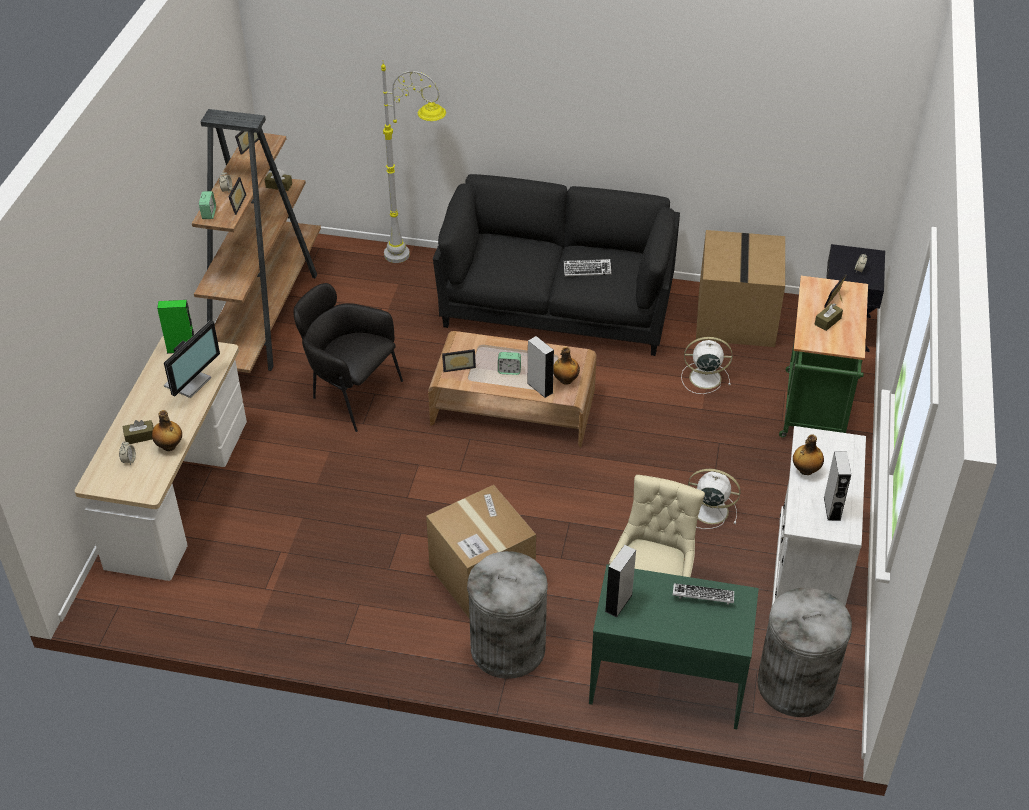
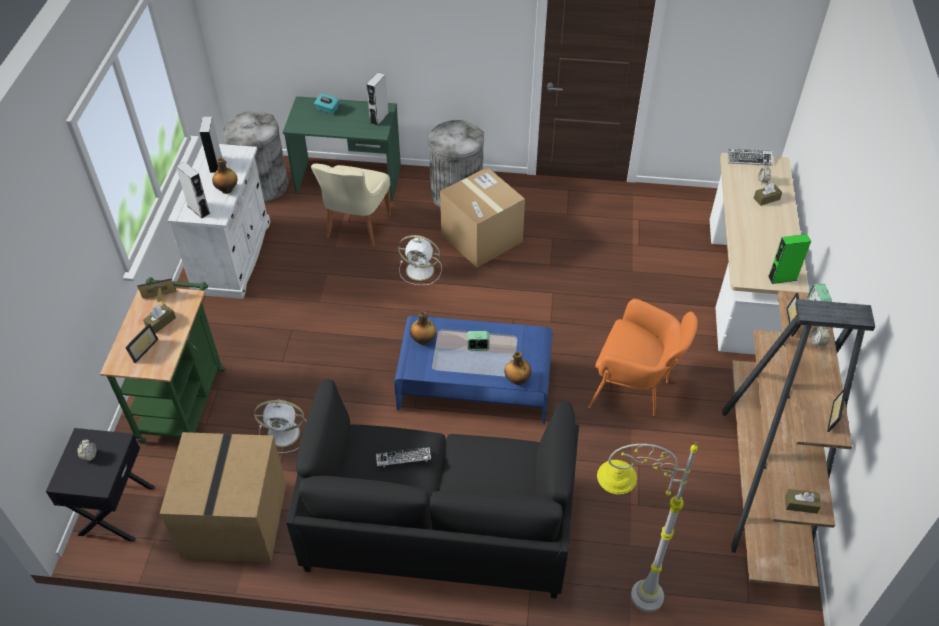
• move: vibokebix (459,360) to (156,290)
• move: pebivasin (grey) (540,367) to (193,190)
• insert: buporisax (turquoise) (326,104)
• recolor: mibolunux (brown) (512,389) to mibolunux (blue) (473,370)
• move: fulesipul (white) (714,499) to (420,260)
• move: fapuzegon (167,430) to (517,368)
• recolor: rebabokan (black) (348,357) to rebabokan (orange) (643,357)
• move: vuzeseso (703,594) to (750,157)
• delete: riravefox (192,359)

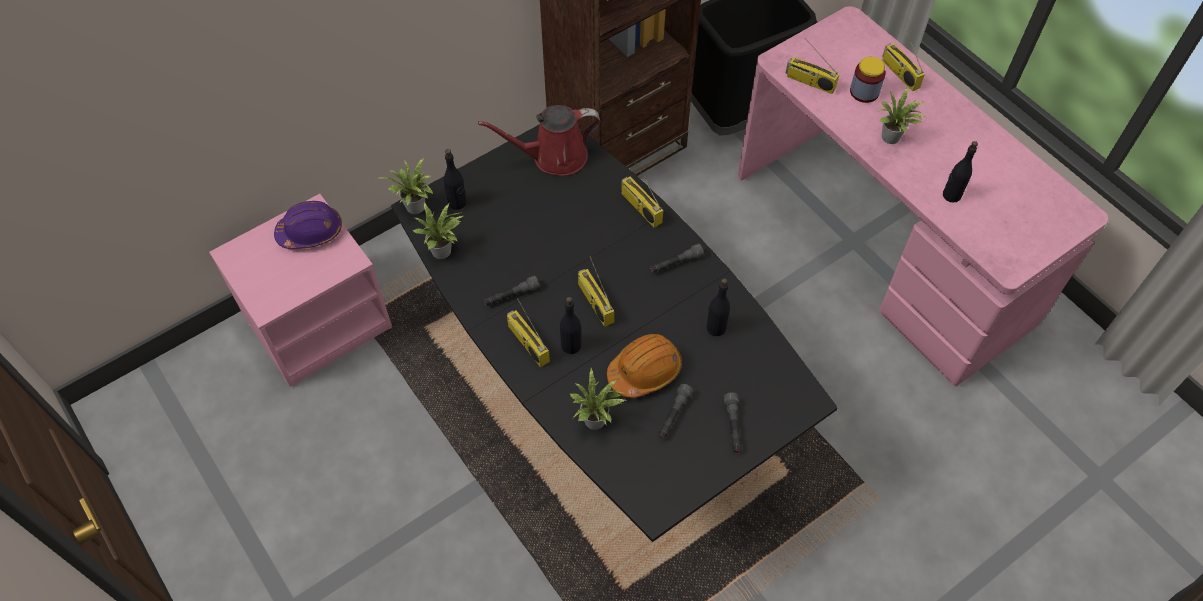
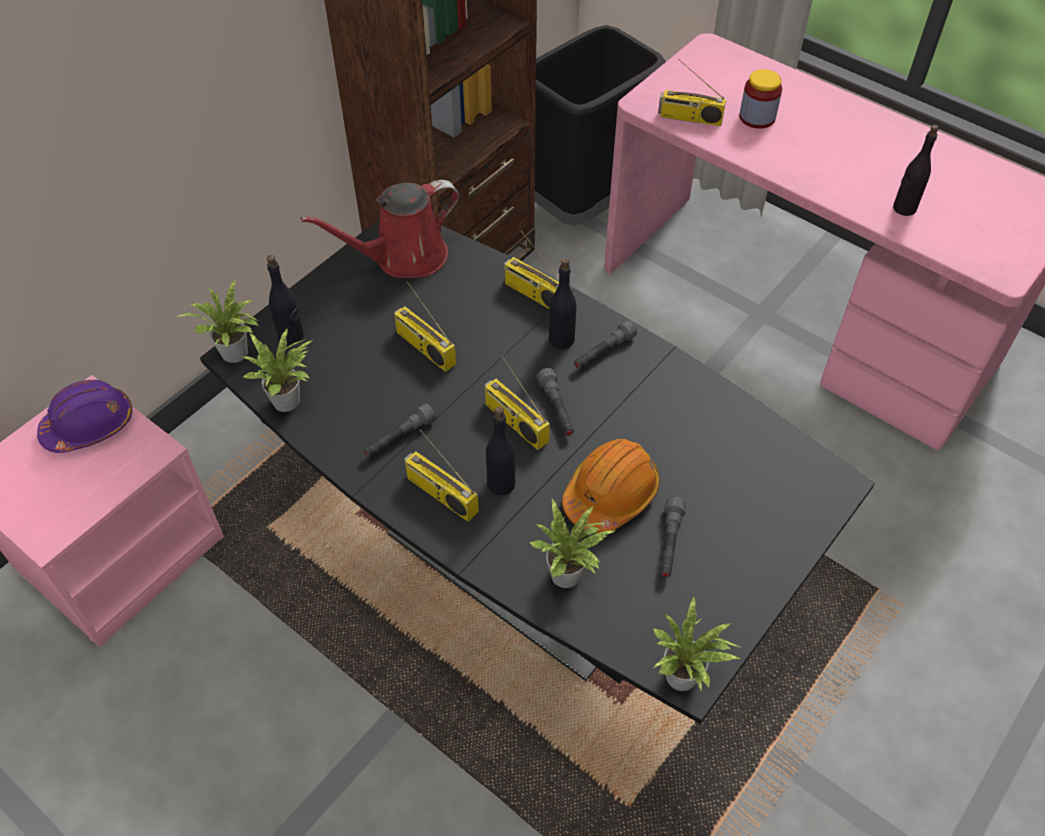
• move: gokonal (903,58) to (425,326)
• move: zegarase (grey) (732,422) to (555,402)
• move: fapuzegon (black) (718,307) to (562,303)
• move: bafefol (902,115) to (698,643)

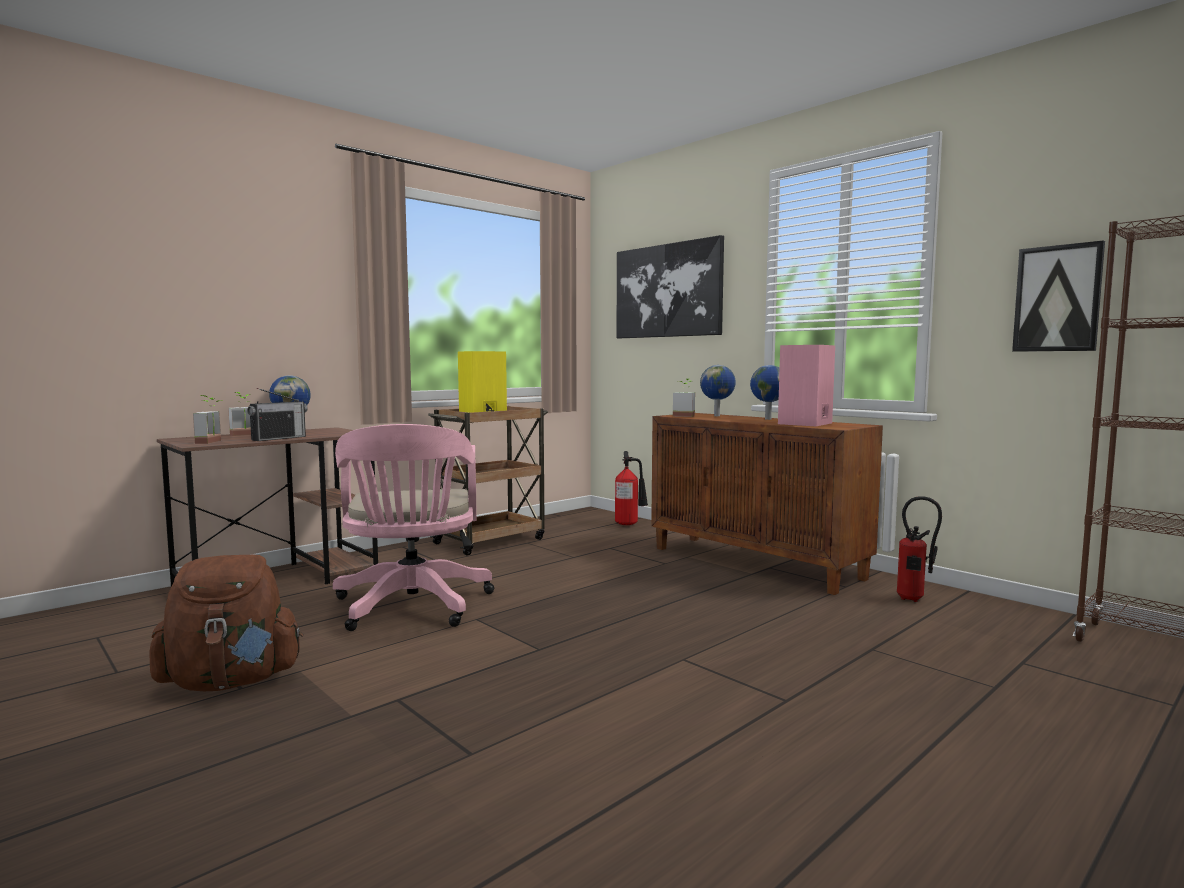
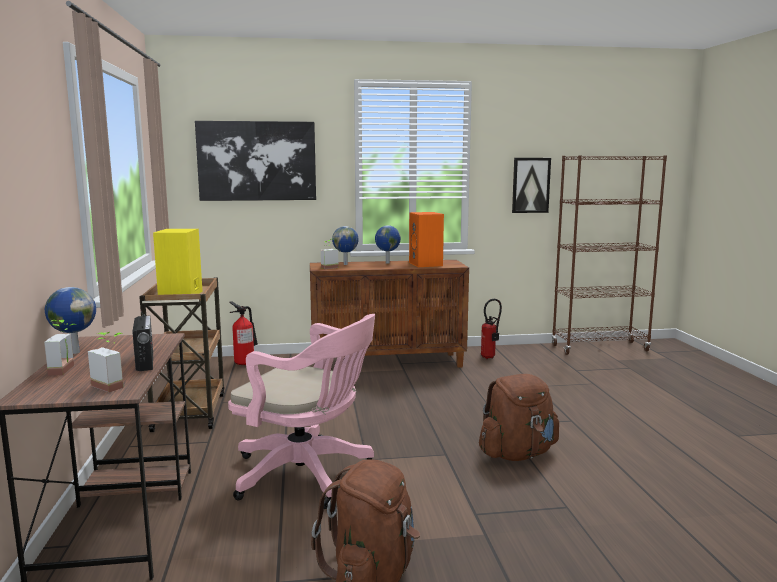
• recolor: pebivasin (pink) (806,385) to pebivasin (orange) (426,239)
• insert: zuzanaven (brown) (519,417)

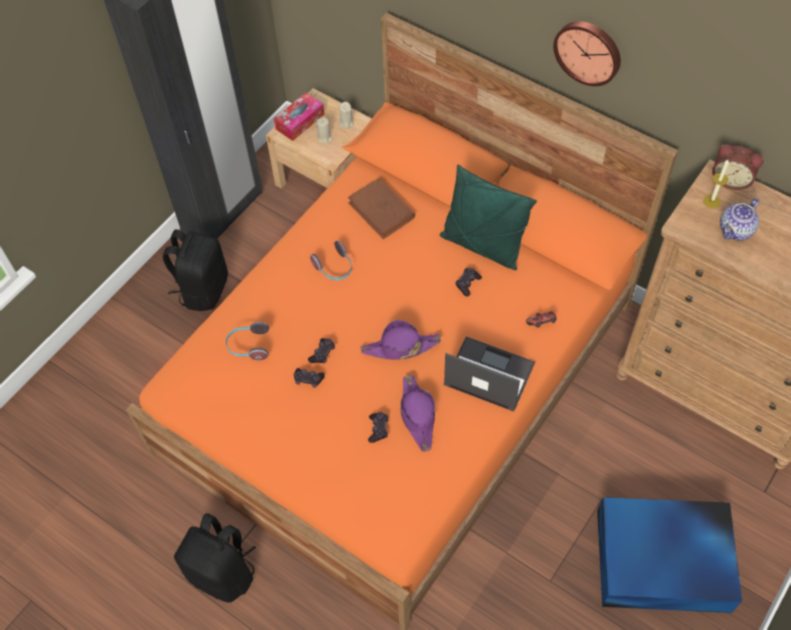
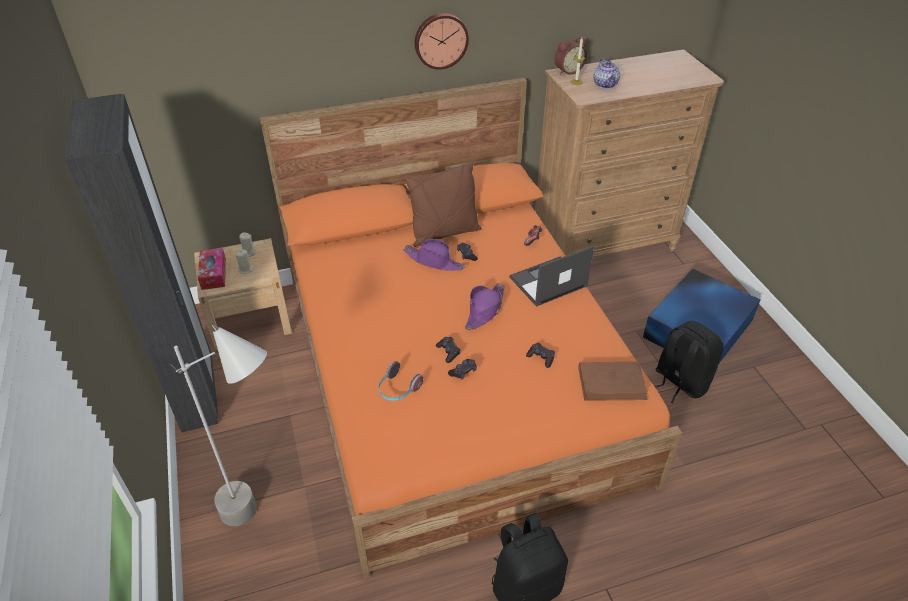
• insert: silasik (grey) (219,425)
• move: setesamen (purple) (418,413) to (434,255)
• recolor: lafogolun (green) (488,217) to lafogolun (brown) (442,204)
• move: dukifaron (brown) (381,208) to (613,381)
• move: zuzanaven (black) (195,270) to (689,362)
• delete: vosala (331,260)

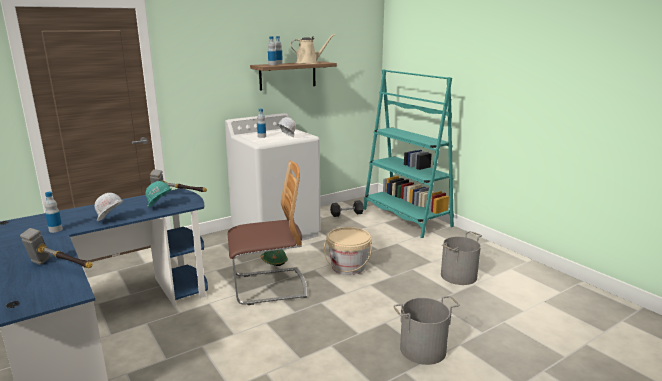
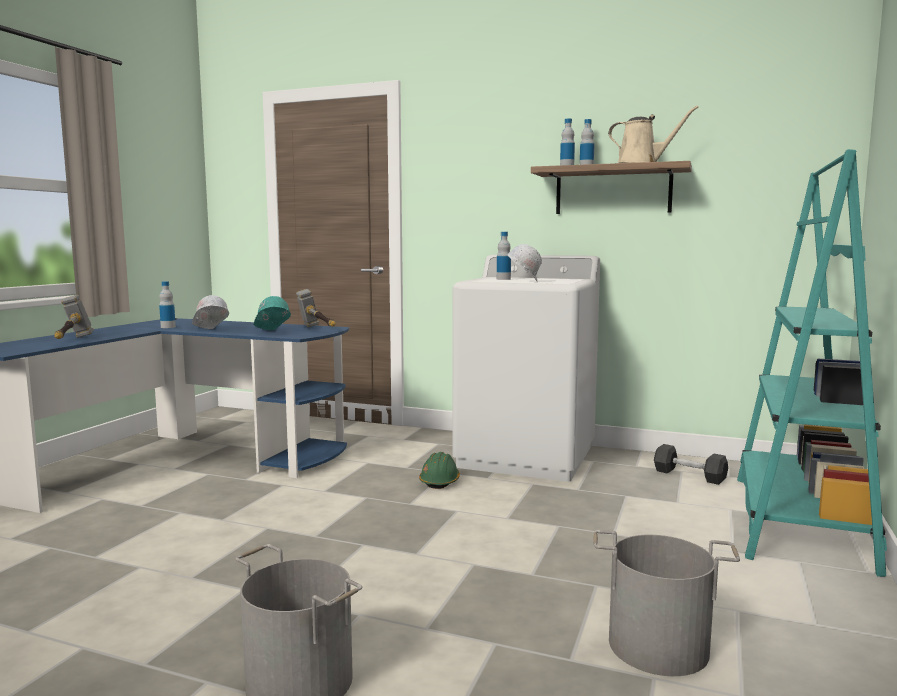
• delete: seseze (267,233)
• delete: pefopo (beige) (348,251)

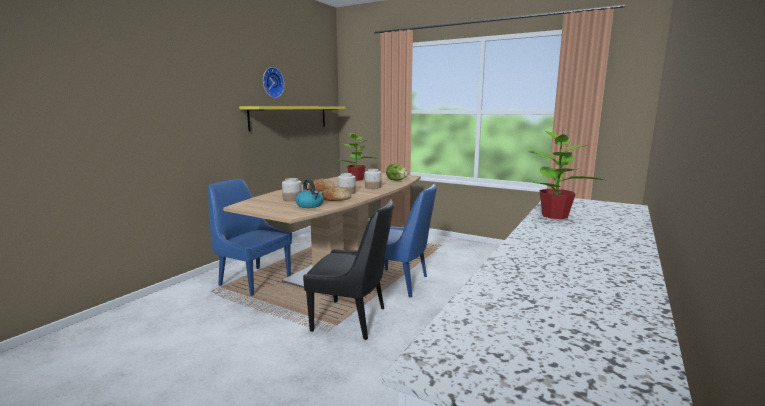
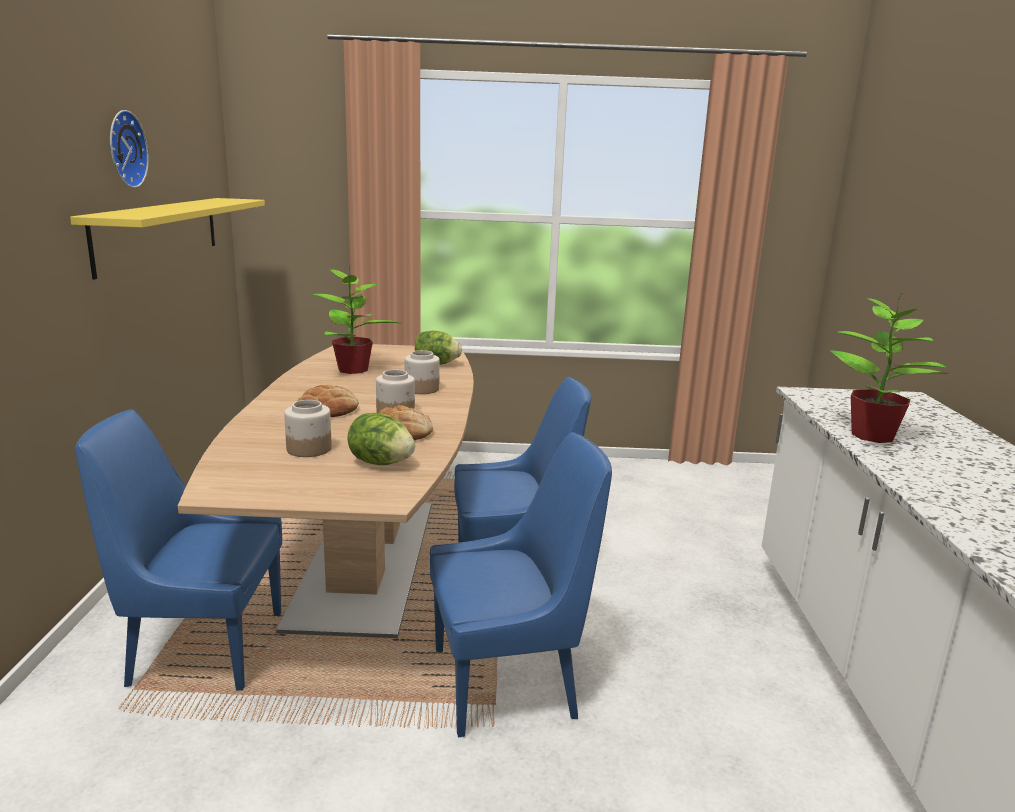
• replace: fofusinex (310,193) to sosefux (381,439)
• recolor: seseze (black) (348,269) to seseze (blue) (521,584)

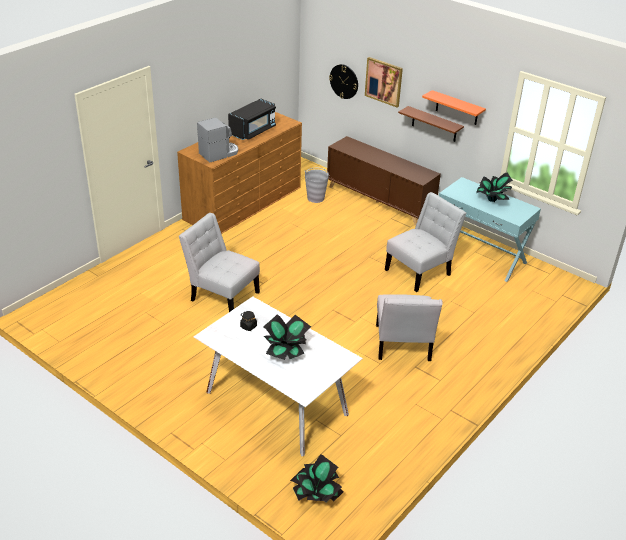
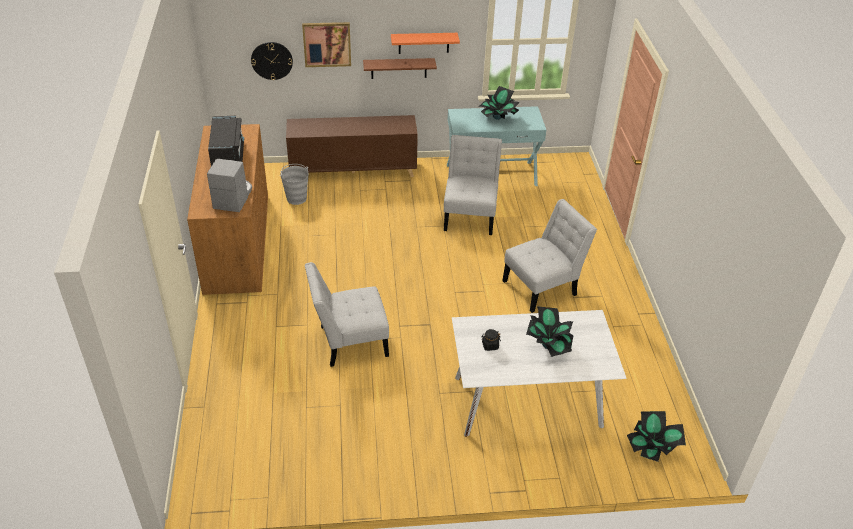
• rotate: seseze (white) (409,327) = (549,256) 75 degrees counterclockwise

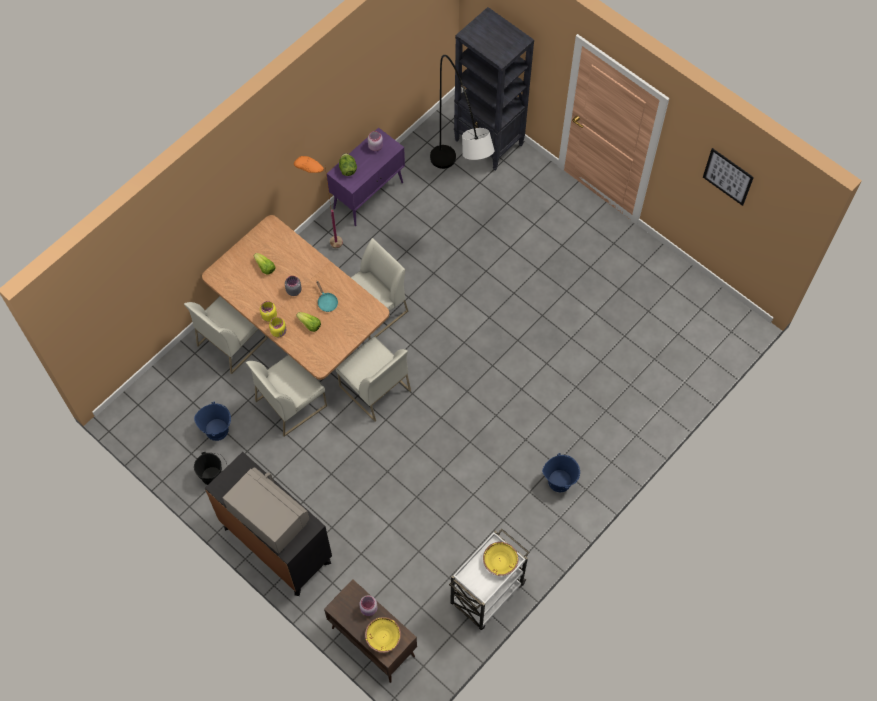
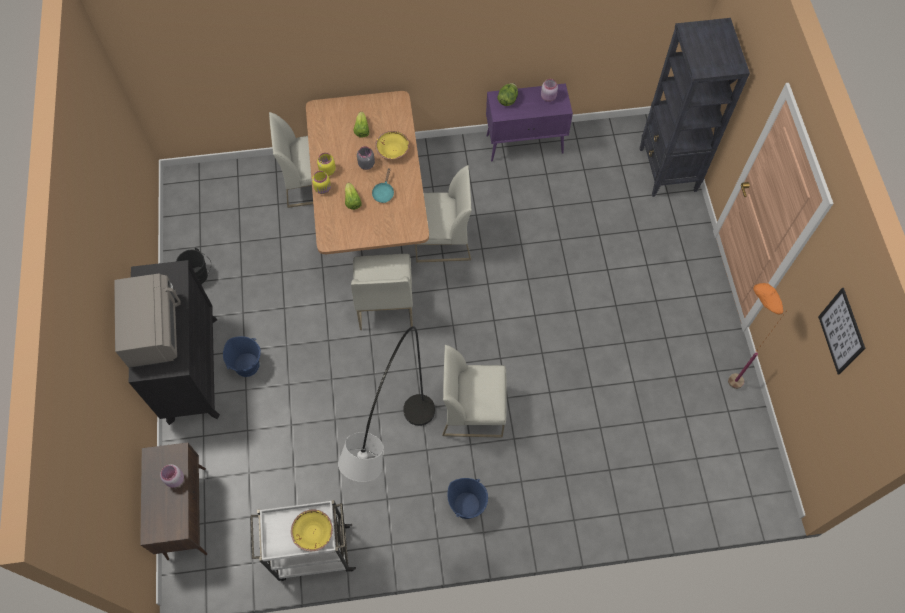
• move: pefopo (blue) (212,421) to (242,356)
• move: silasik (grey) (462,112) to (386,404)
• move: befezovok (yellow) (383,635) to (392,145)
• move: seseze (white) (286,396) to (474,391)
• move: silasik (orange) (318,202) to (757,336)

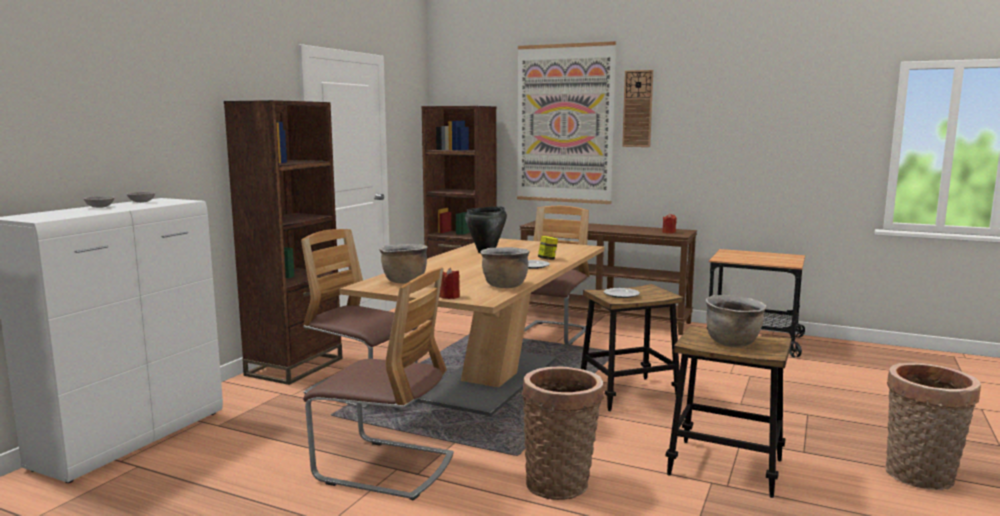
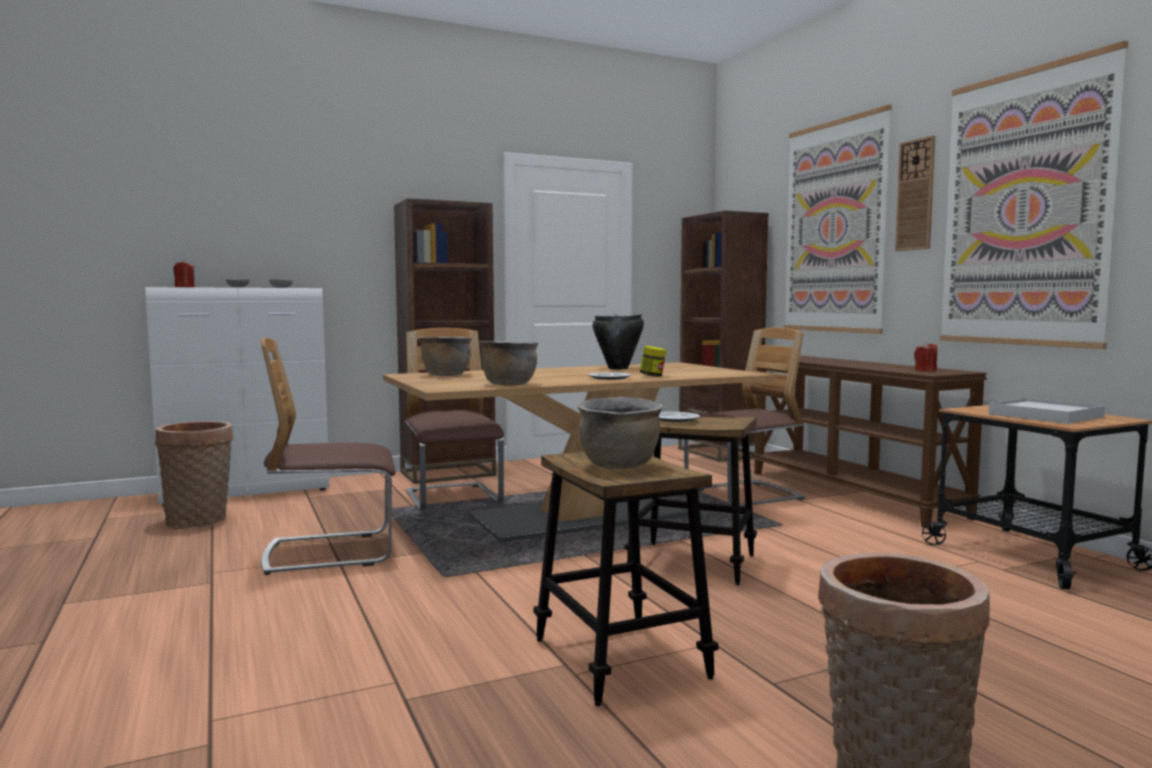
• move: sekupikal (563,433) to (194,475)
• move: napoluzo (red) (449,283) to (184,274)
• rotate: seseze (378,383) = (328,456) 105 degrees clockwise
• insert: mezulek (1034,195)
• insert: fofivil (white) (1047,411)

